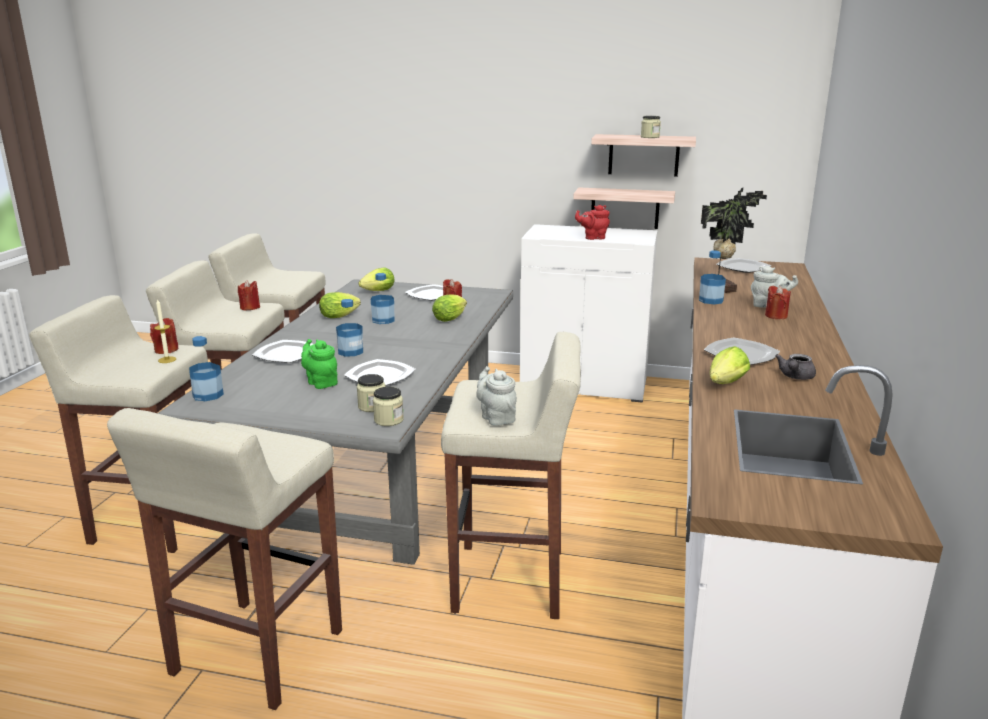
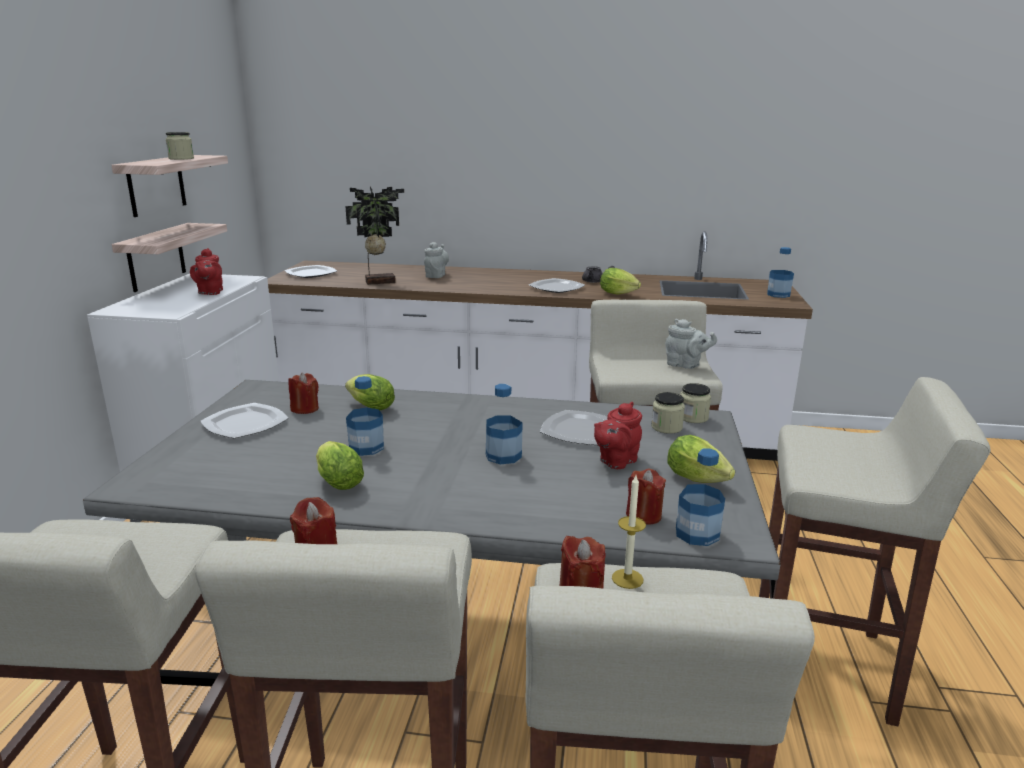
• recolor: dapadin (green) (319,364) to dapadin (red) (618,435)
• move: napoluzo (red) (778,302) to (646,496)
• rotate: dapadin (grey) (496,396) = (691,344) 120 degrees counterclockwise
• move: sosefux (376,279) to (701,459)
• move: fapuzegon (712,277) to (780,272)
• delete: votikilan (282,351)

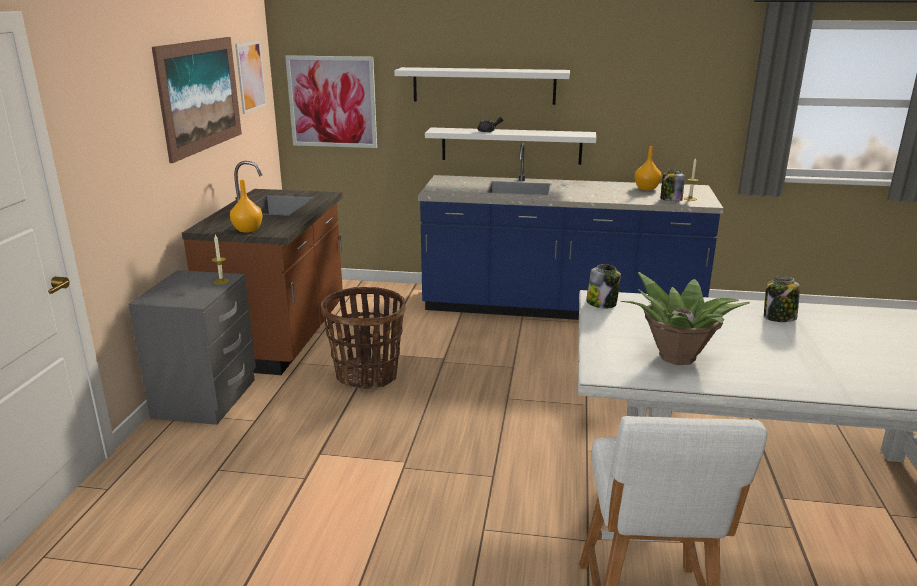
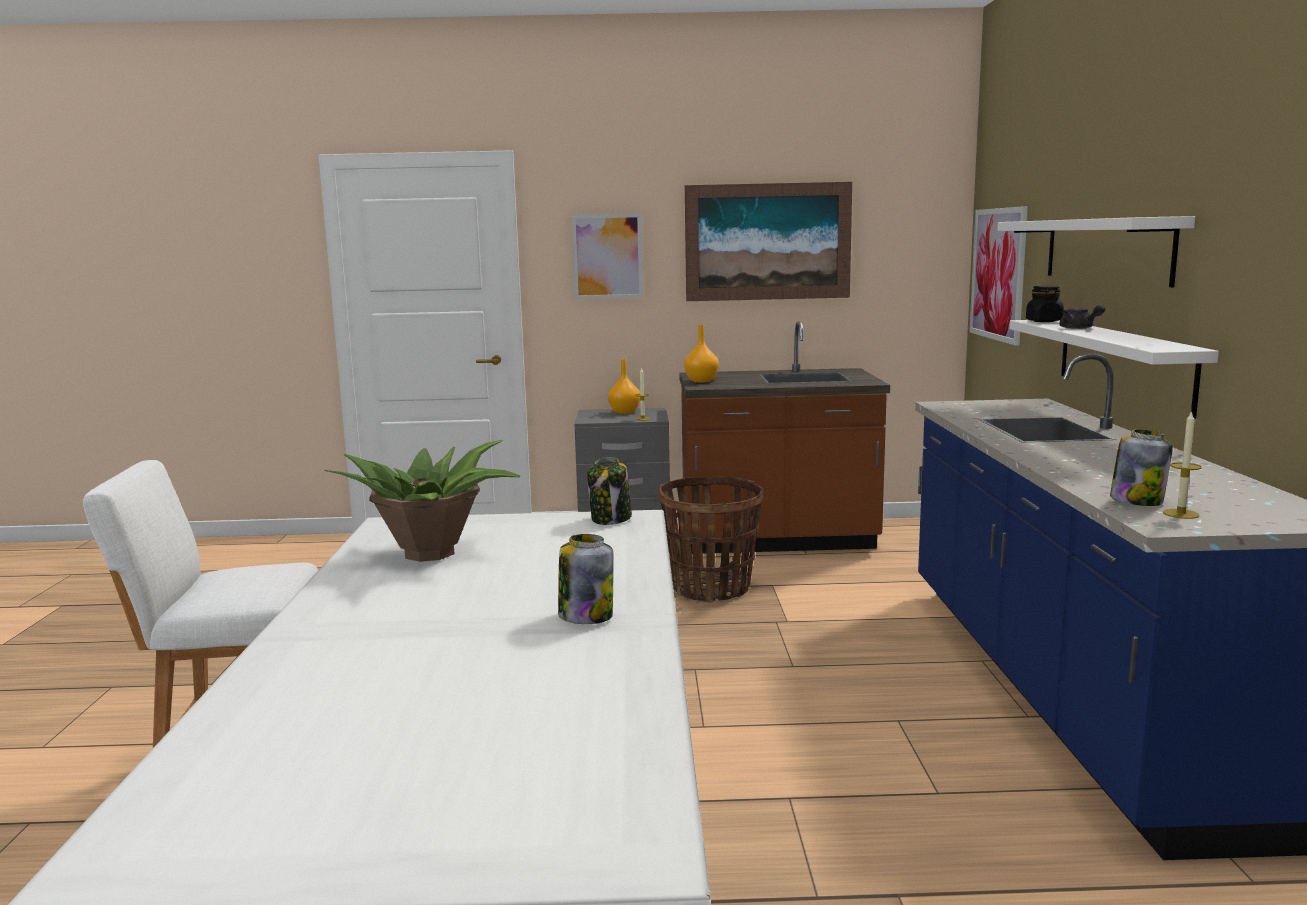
• move: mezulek (251,77) to (607,256)
• move: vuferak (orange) (648,168) to (624,386)
• insert: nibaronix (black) (1045,304)

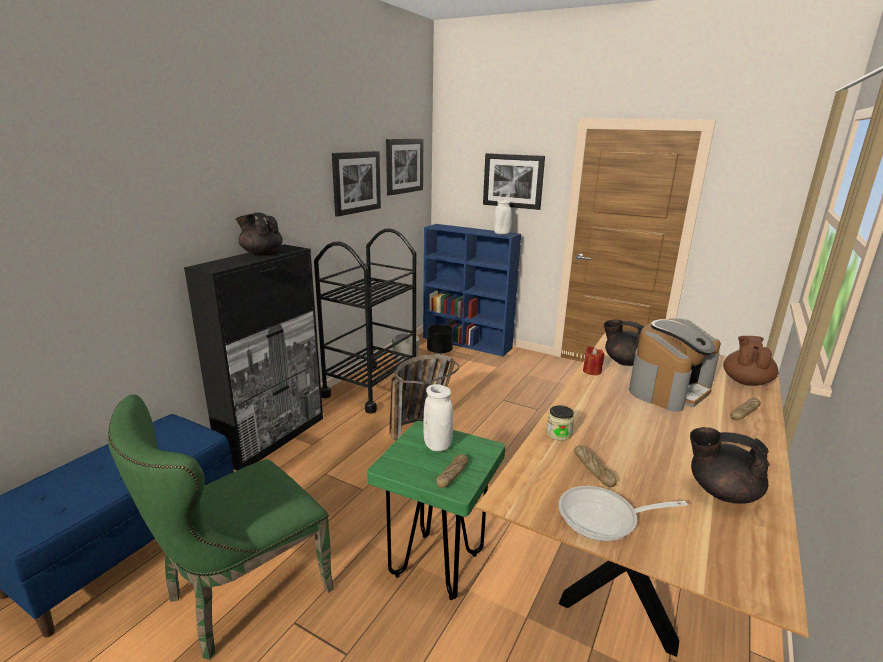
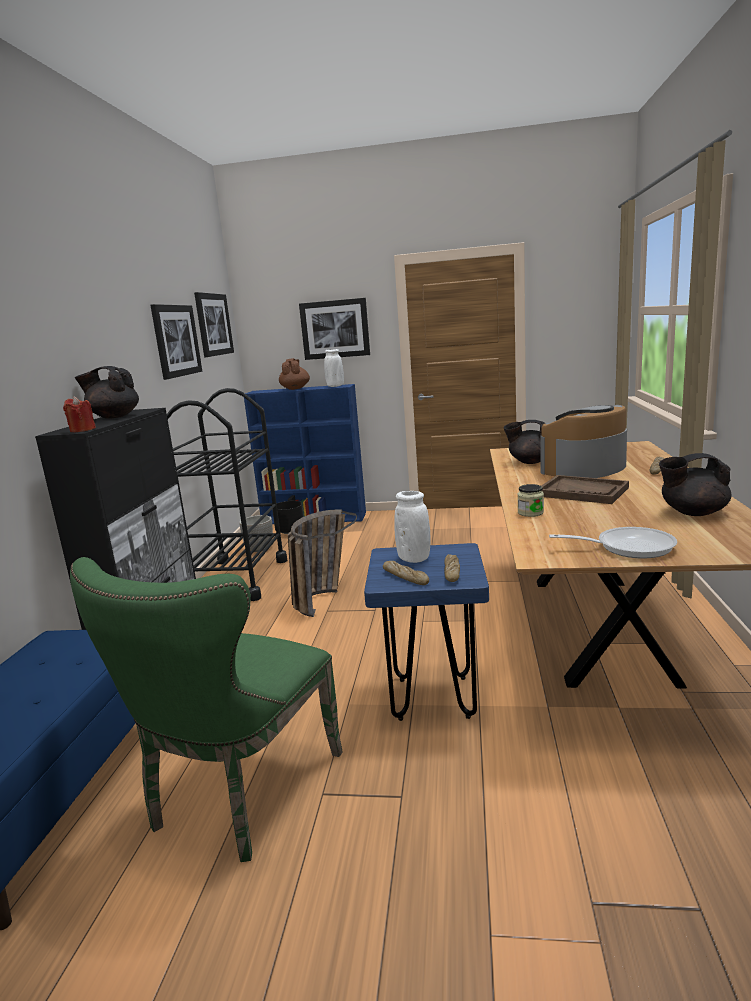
• move: napoluzo (red) (593,360) to (79,414)
• move: dapadin (brown) (751,361) to (294,374)
• recolor: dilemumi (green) (436,510) to dilemumi (blue) (426,632)
• move: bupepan (595,466) to (406,573)
• rotate: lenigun (675,365) = (583,441) 150 degrees counterclockwise
• insert: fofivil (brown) (585,489)
• rotate: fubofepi (623,513) = (613,542) 150 degrees counterclockwise

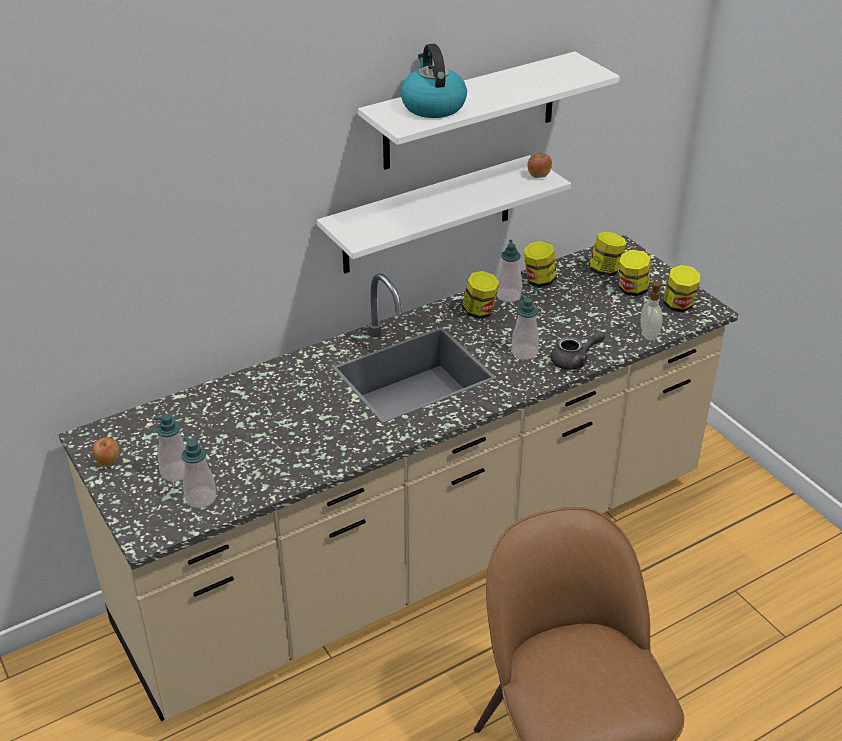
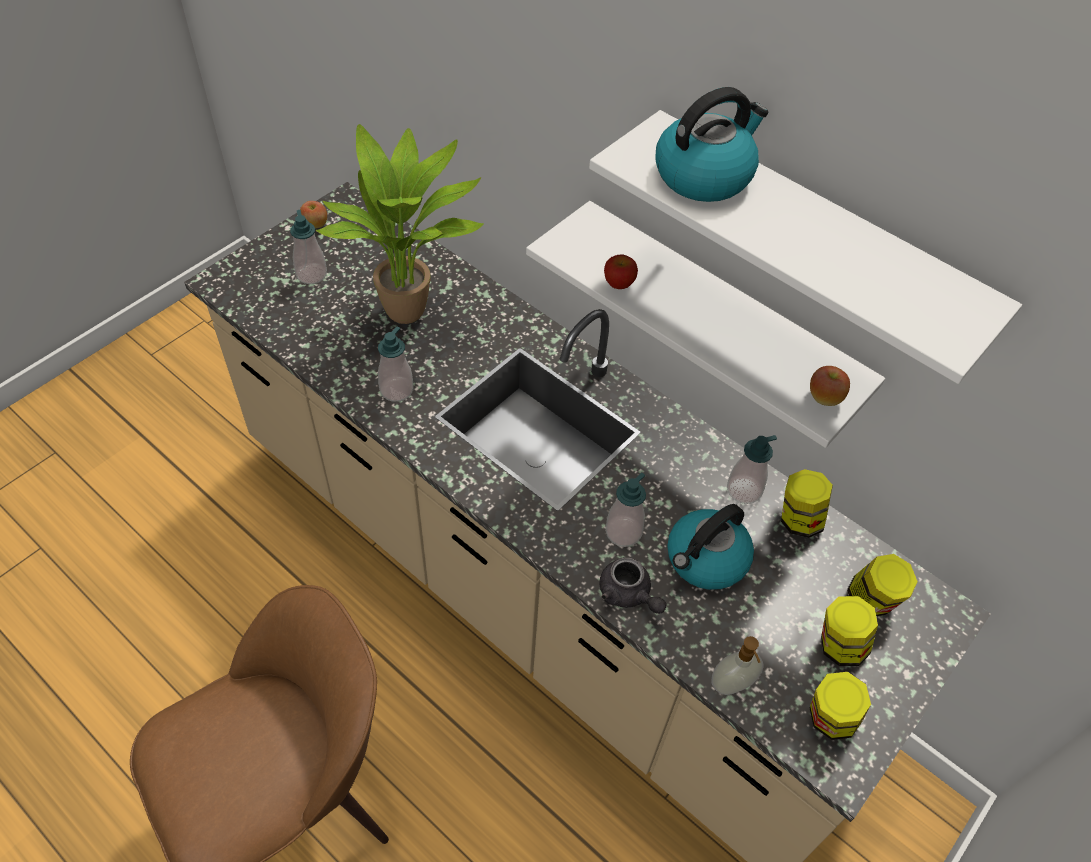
• insert: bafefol (399,224)
• move: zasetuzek (199,472) to (395,364)
• insert: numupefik (621,271)
• insert: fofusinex (710,547)
• delete: nibaronix (480,295)

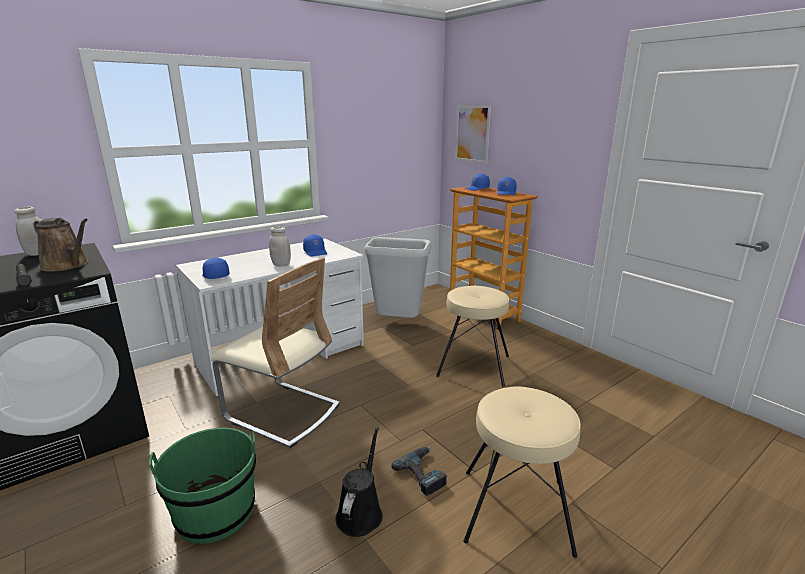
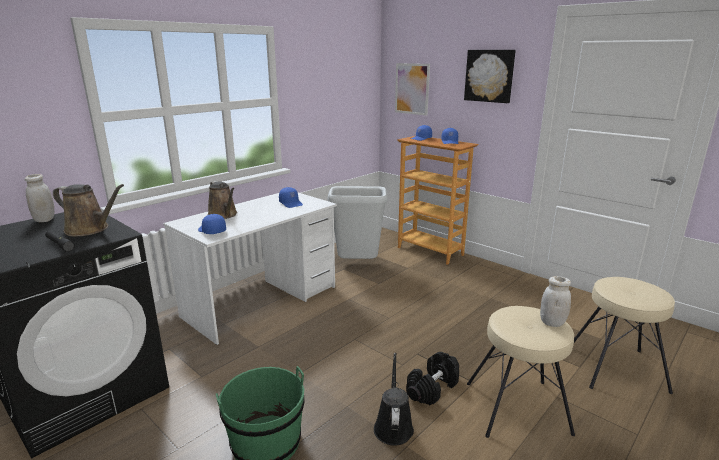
• insert: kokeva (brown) (222,200)
• replace: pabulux (419,471) to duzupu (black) (432,378)
• insert: mezulek (490,76)
• move: nibaronix (white) (280,247) to (555,301)
• move: dilemumi (beige) (472,336) to (624,335)
• delete: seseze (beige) (275,353)

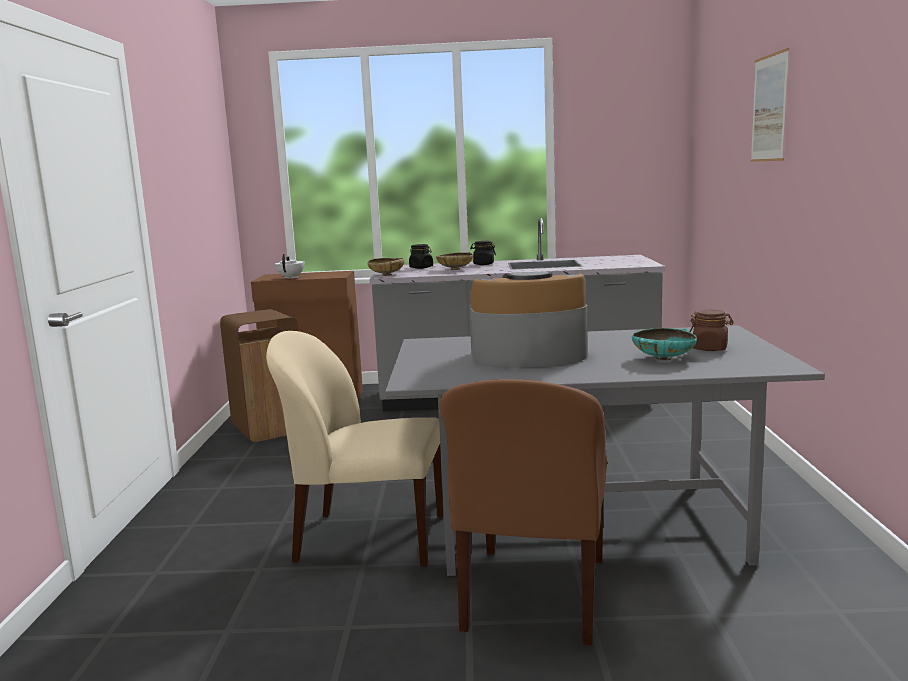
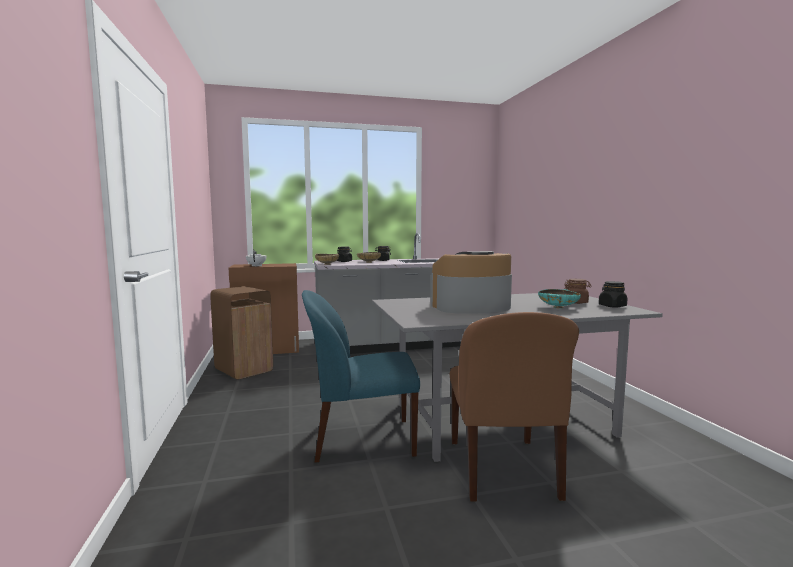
• recolor: seseze (beige) (355,448) to seseze (blue) (361,376)
• insert: nibaronix (black) (613,294)
• delete: mezulek (770,105)

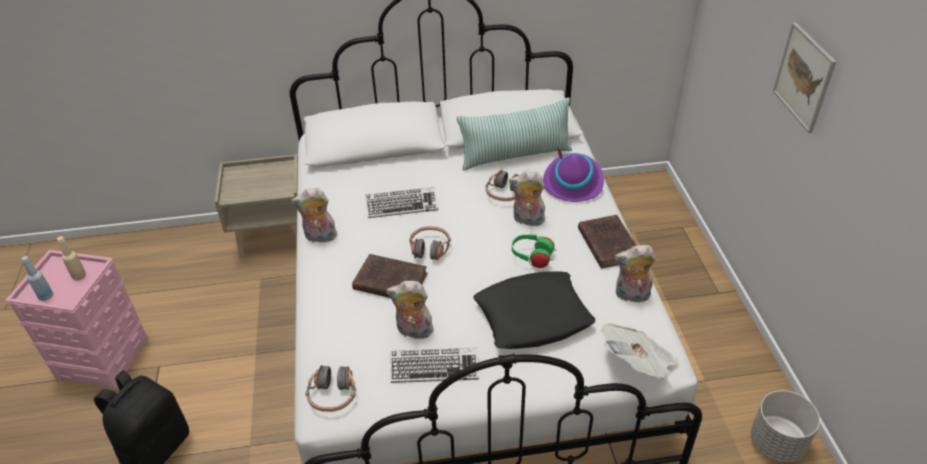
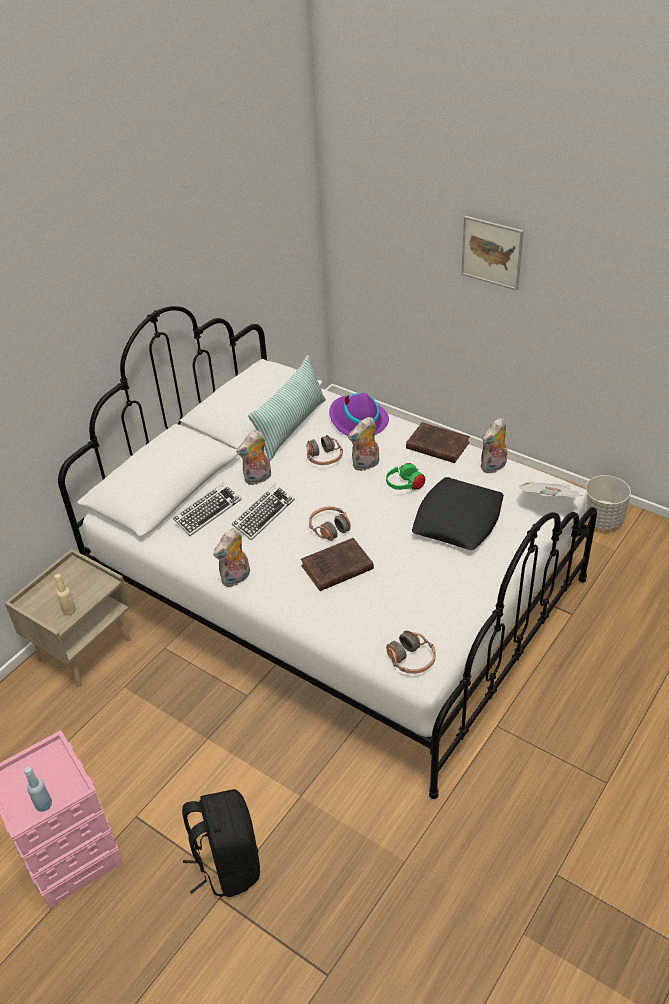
• move: fapuzegon (beige) (71,258) to (65,594)
• move: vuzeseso (435,365) to (207,509)
• move: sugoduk (409,310) to (253,457)

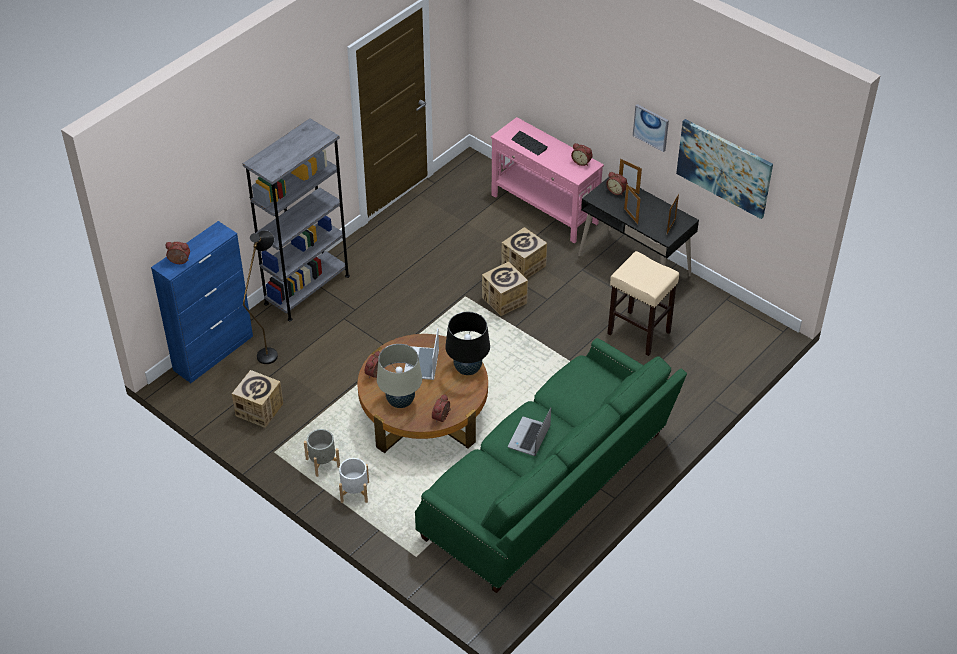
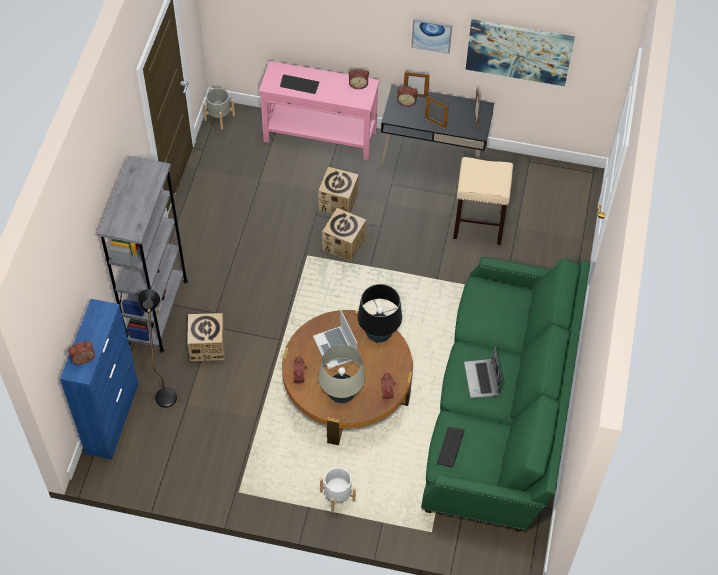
• move: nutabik (257,399) to (206,337)
• move: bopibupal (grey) (322,453) to (219,108)
• insert: vuzeseso (451,447)

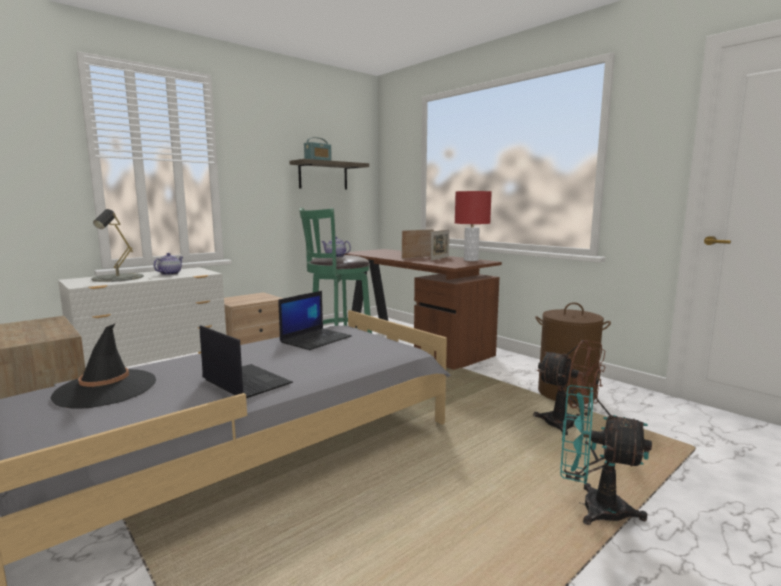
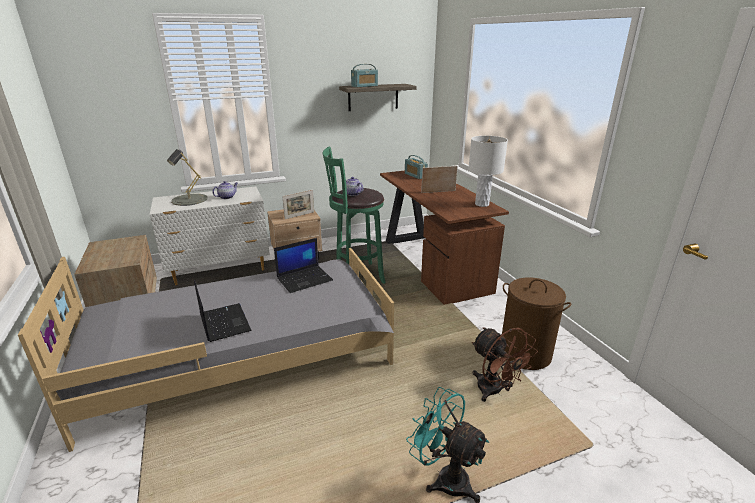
• move: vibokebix (440,245) to (298,204)
• insert: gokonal (416,167)
• recolor: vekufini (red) (473,226) to vekufini (white) (488,171)
• delete: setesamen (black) (103,366)

